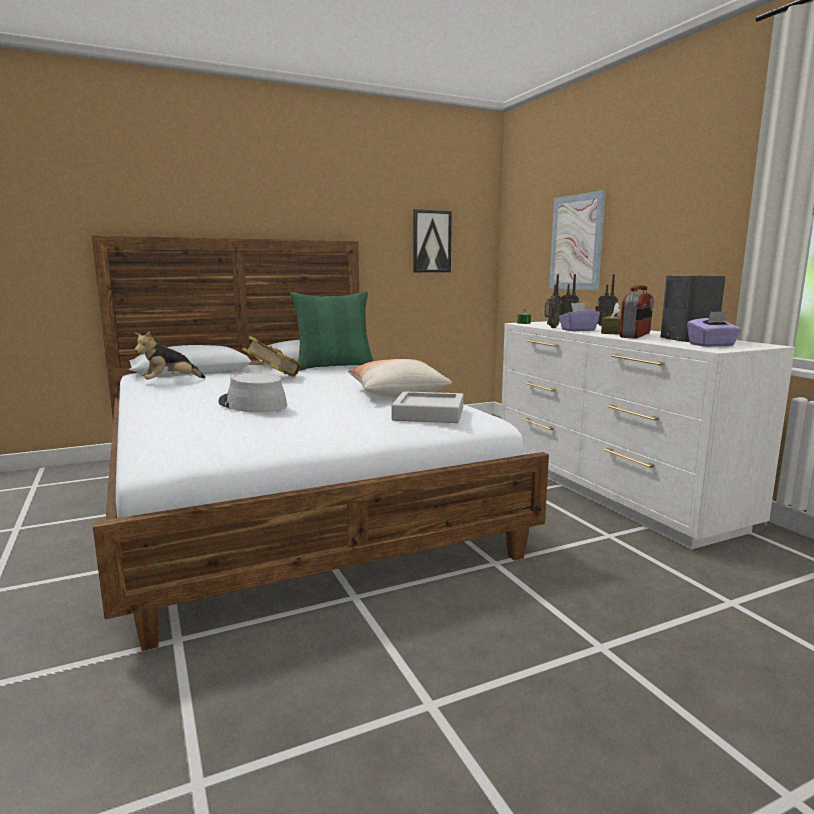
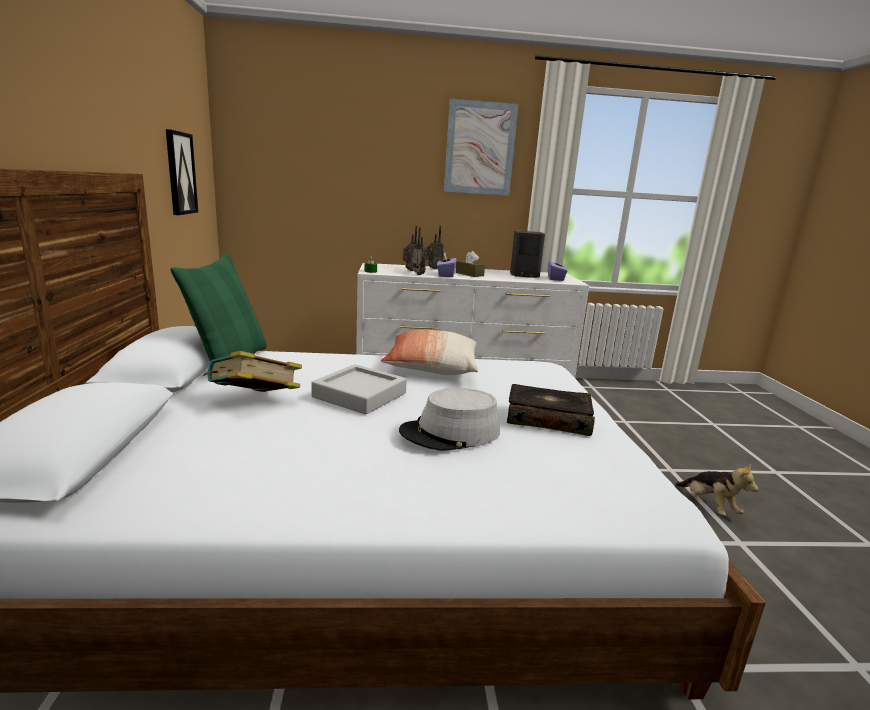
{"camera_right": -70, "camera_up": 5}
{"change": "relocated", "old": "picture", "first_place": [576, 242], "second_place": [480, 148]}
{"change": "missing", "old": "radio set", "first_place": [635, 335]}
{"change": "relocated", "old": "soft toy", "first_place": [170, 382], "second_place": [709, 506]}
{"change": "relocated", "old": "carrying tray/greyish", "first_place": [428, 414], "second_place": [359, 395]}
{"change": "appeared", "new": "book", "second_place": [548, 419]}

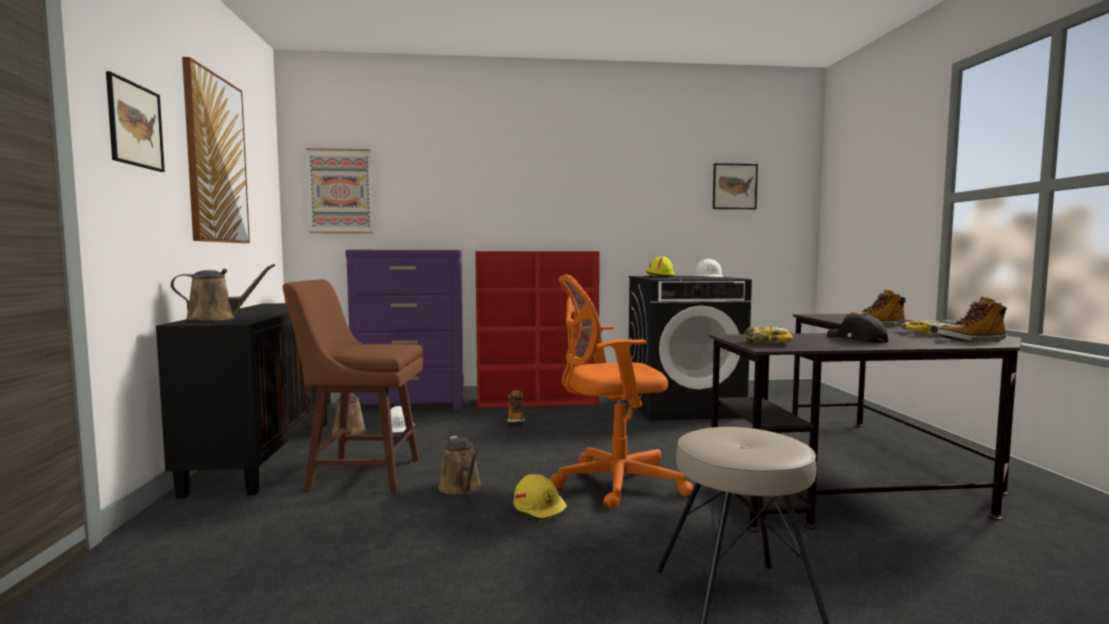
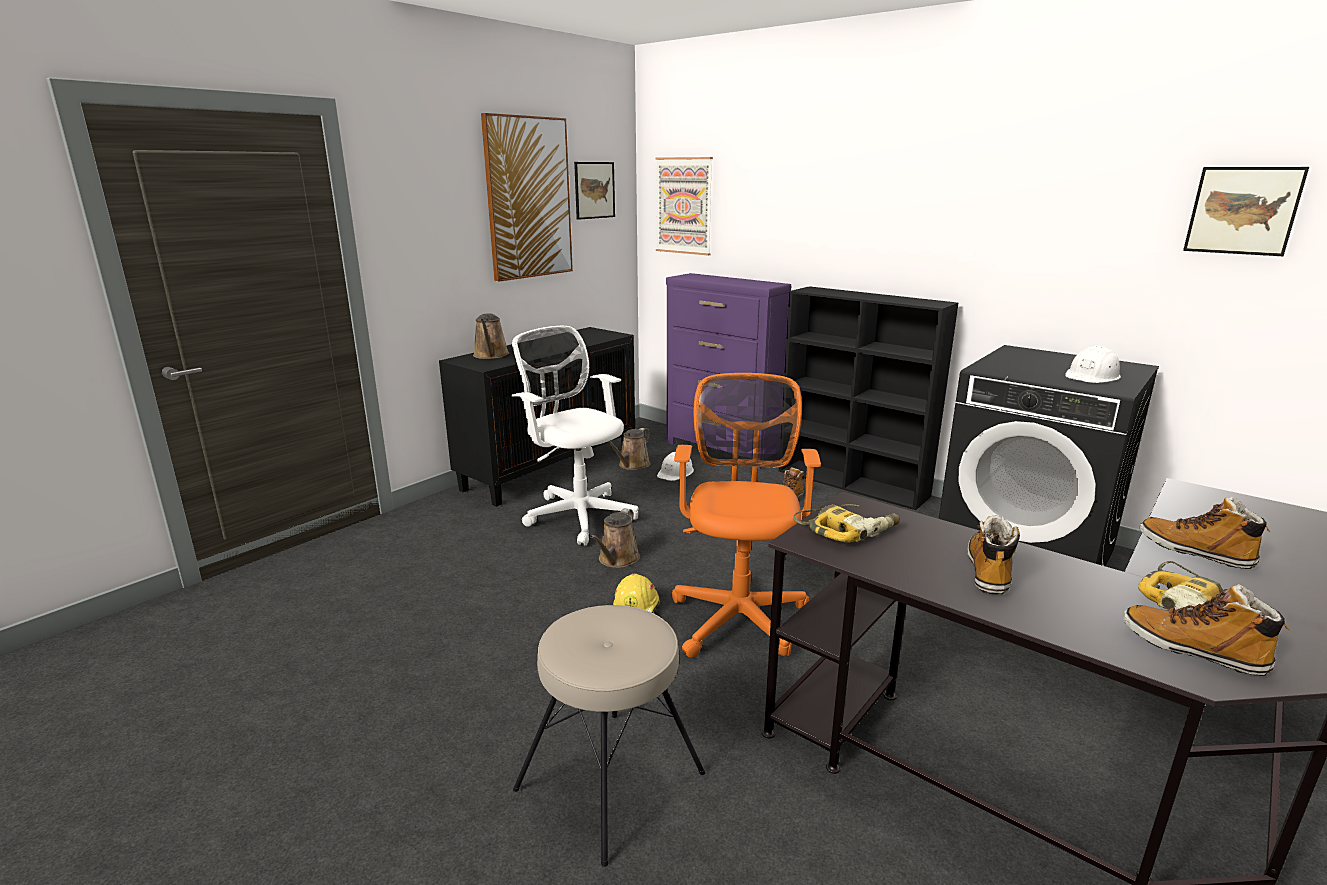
{"camera_right": 45, "camera_up": 15}
{"change": "relocated", "old": "picture", "first_place": [135, 125], "second_place": [594, 190]}
{"change": "colour", "old": "bookshelf/reddish", "new": "bookshelf/black", "first_place": [538, 402], "second_place": [853, 483]}
{"change": "missing", "old": "work helmet/yellow-coloured", "first_place": [659, 276]}
{"change": "spun", "old": "watering can/brownish", "first_place": [217, 318], "second_place": [491, 355], "degrees": 60}
{"change": "spun", "old": "office chair/orange", "first_place": [612, 483], "second_place": [739, 614], "degrees": 60}
{"change": "exchanged", "old": "stool/brownish", "new": "office chair/whitish", "first_place": [362, 473], "second_place": [578, 514]}
{"change": "exchanged", "old": "baseball cap/black", "new": "high-top boot", "first_place": [856, 340], "second_place": [989, 571]}

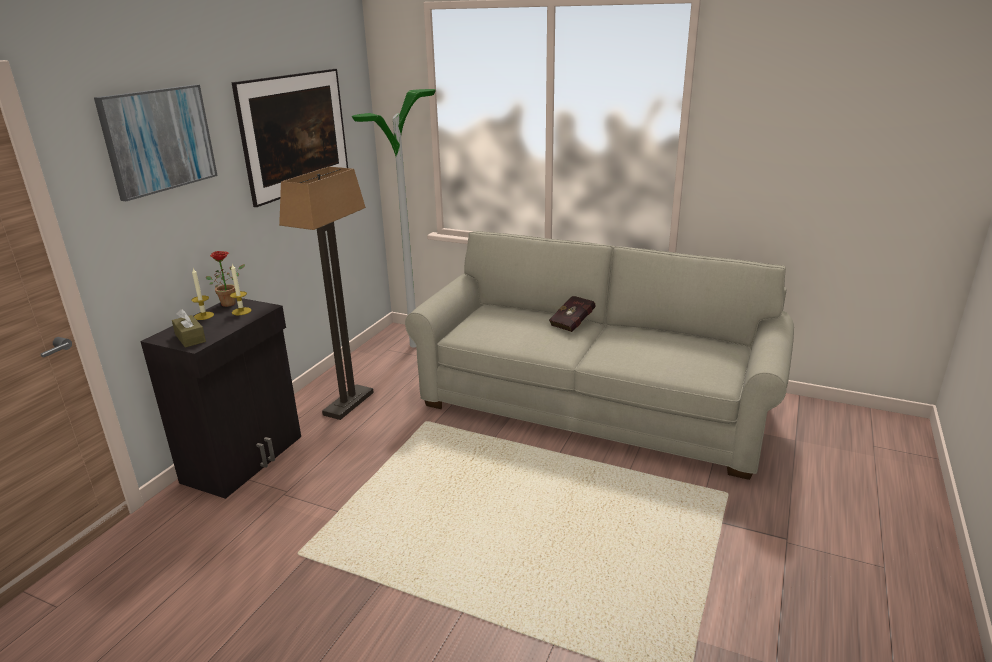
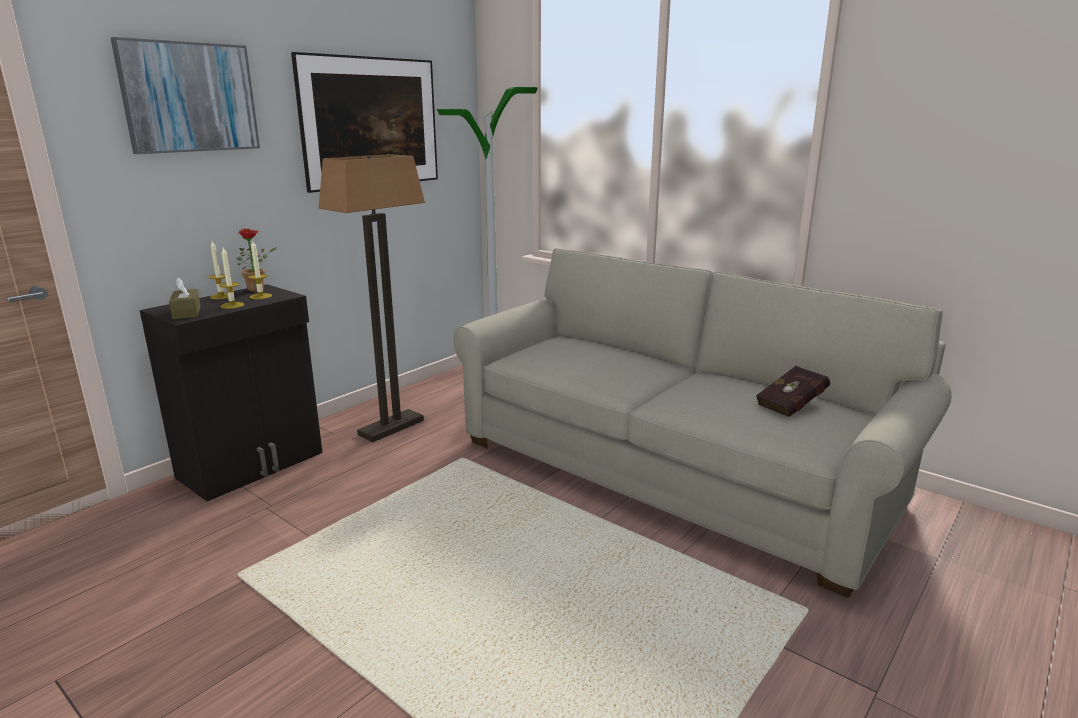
{"camera_right": 15, "camera_up": -5}
{"change": "relocated", "old": "book/reddish", "first_place": [574, 323], "second_place": [793, 406]}
{"change": "appeared", "new": "wax light", "second_place": [232, 305]}

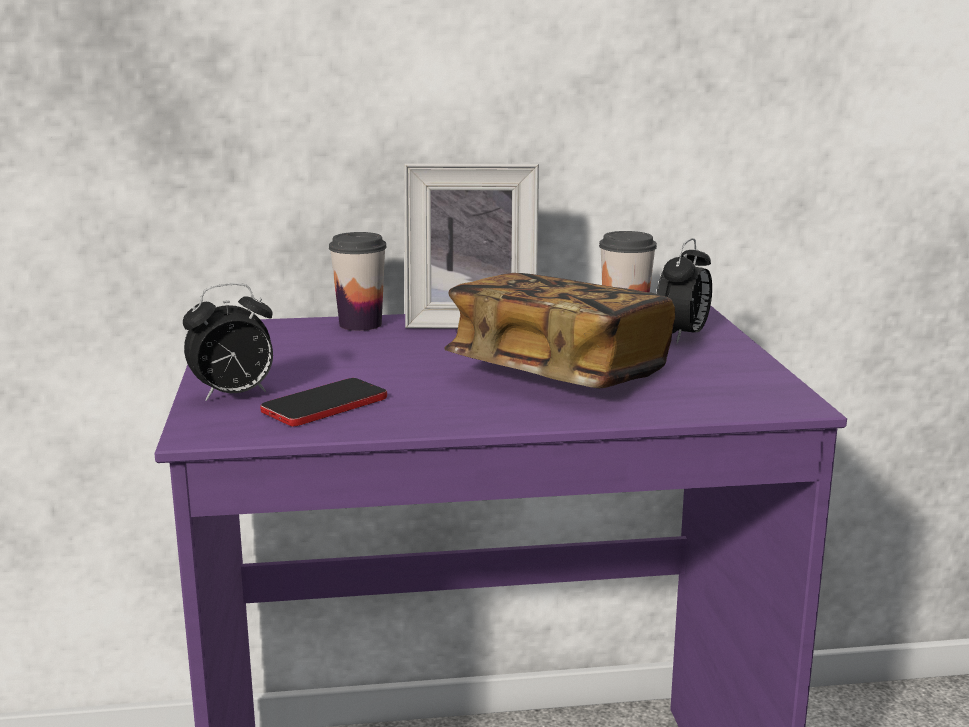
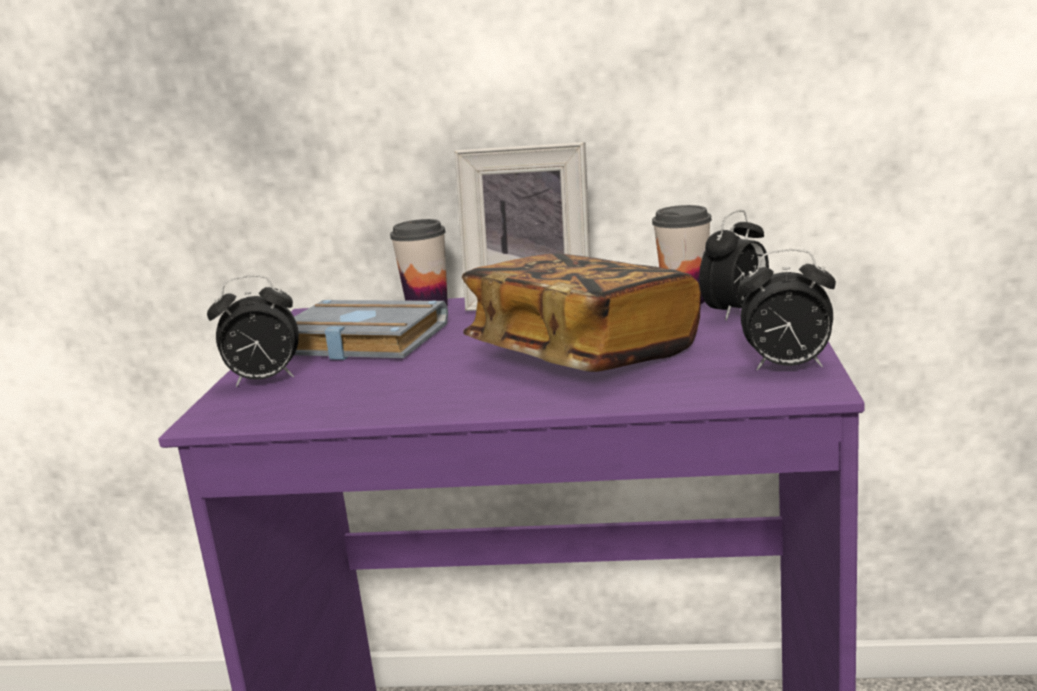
{"camera_right": 15, "camera_up": 0}
{"change": "missing", "old": "phone", "first_place": [325, 405]}
{"change": "appeared", "new": "bedside clock", "second_place": [787, 367]}
{"change": "appeared", "new": "book/greyish", "second_place": [358, 342]}

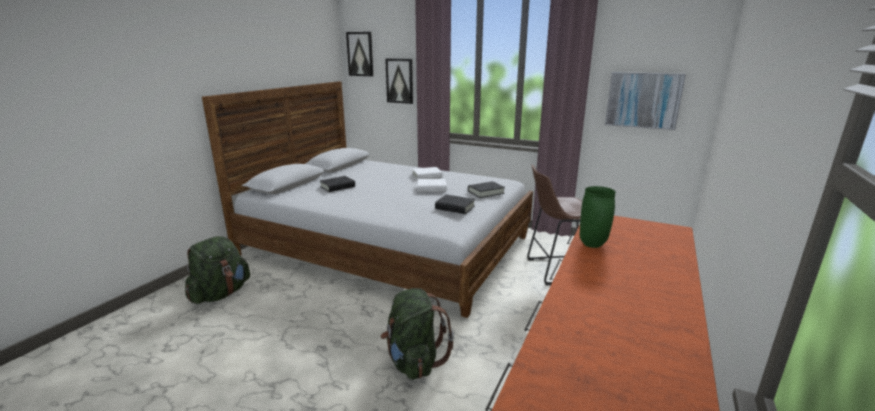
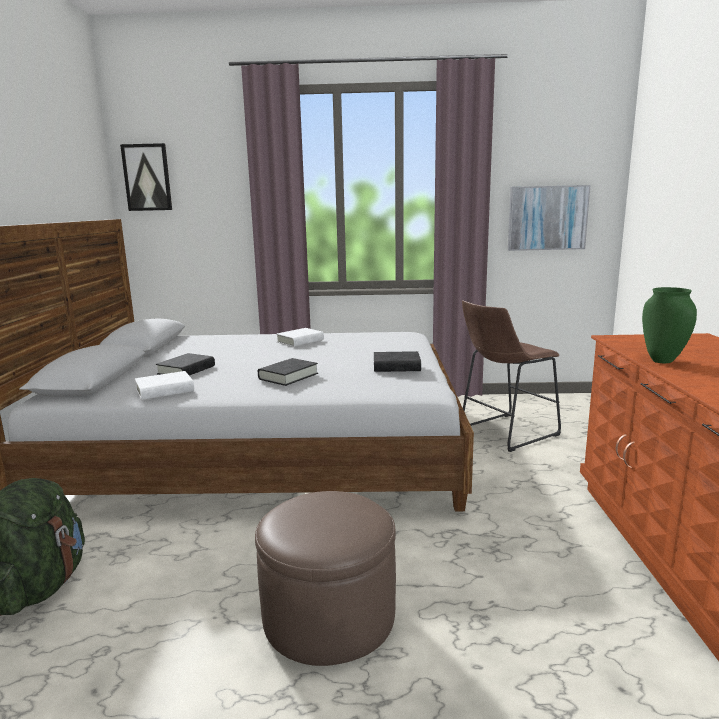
{"camera_right": -25, "camera_up": -5}
{"change": "missing", "old": "picture", "first_place": [399, 81]}
{"change": "relocated", "old": "book/whitish", "first_place": [431, 188], "second_place": [165, 391]}
{"change": "relocated", "old": "book/black", "first_place": [486, 192], "second_place": [288, 376]}
{"change": "missing", "old": "rucksack/green-coloured", "first_place": [414, 361]}
{"change": "appeared", "new": "ottoman/brownish", "second_place": [329, 615]}

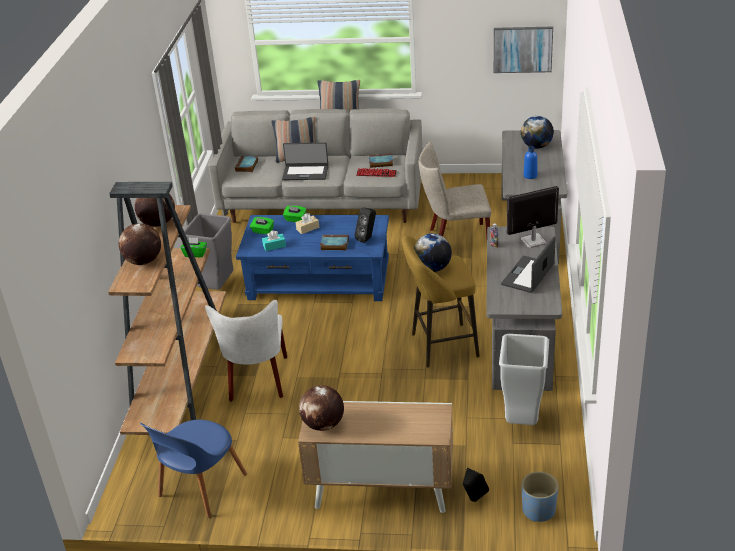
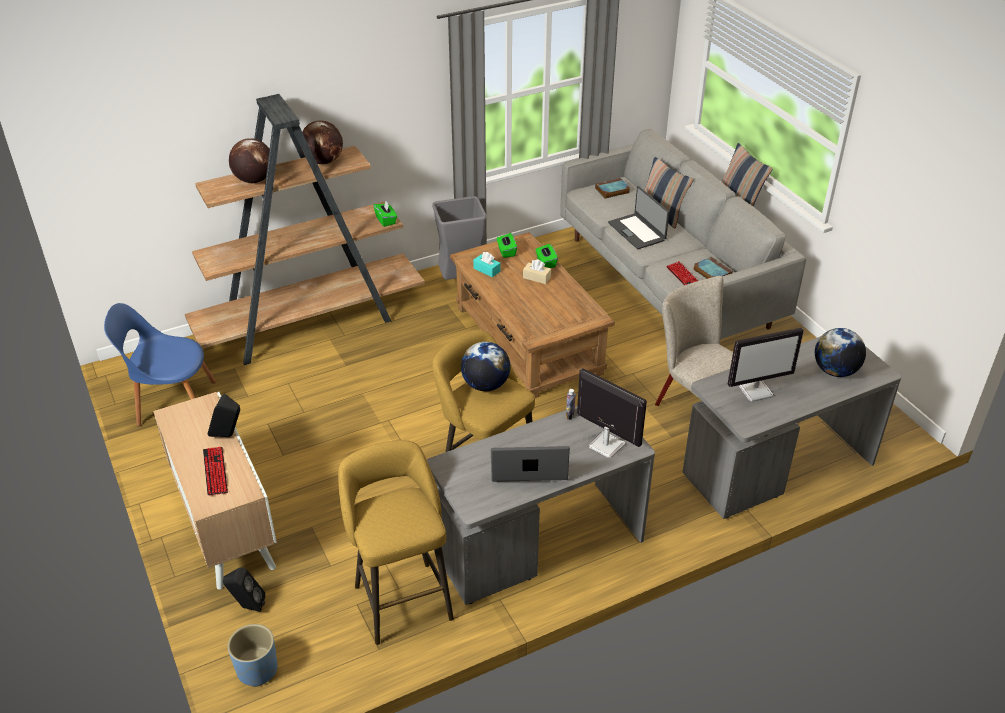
{"camera_right": 55, "camera_up": 5}
{"change": "missing", "old": "picture", "first_place": [522, 49]}
{"change": "exchanged", "old": "drink bottle/blue-coloured", "new": "computer screen", "first_place": [530, 176], "second_place": [756, 390]}
{"change": "relocated", "old": "speaker/black", "first_place": [367, 239], "second_place": [228, 436]}
{"change": "colour", "old": "coffee table/blue-coloured", "new": "coffee table/brownish", "first_place": [319, 280], "second_place": [528, 340]}
{"change": "missing", "old": "book", "first_place": [334, 245]}
{"change": "missing", "old": "upright chair/whitish", "first_place": [257, 382]}
{"change": "exchanged", "old": "waste bin/greyish", "new": "stool/yellow-coloured", "first_place": [522, 419], "second_place": [401, 597]}
{"change": "missing", "old": "desk globe", "first_place": [323, 425]}
{"change": "appeared", "new": "PC keyboard", "second_place": [215, 471]}

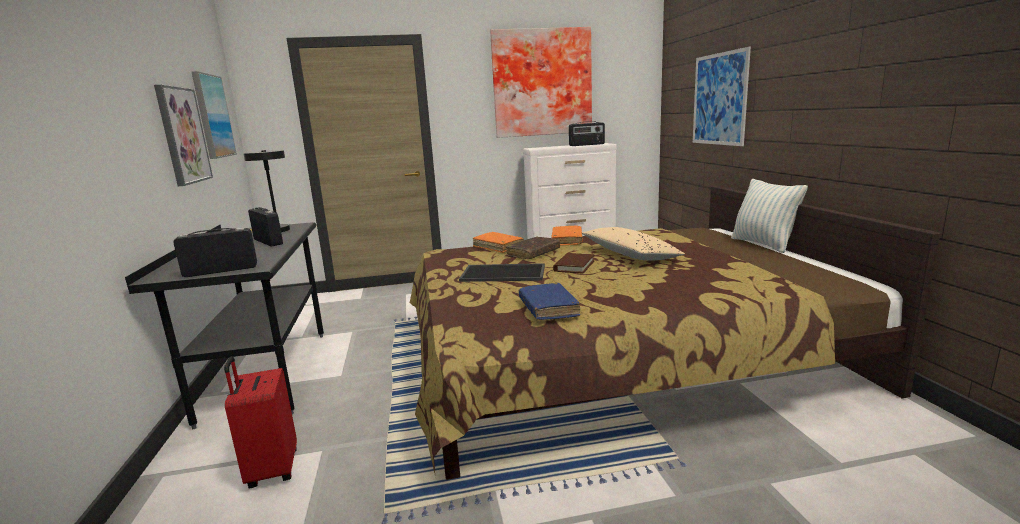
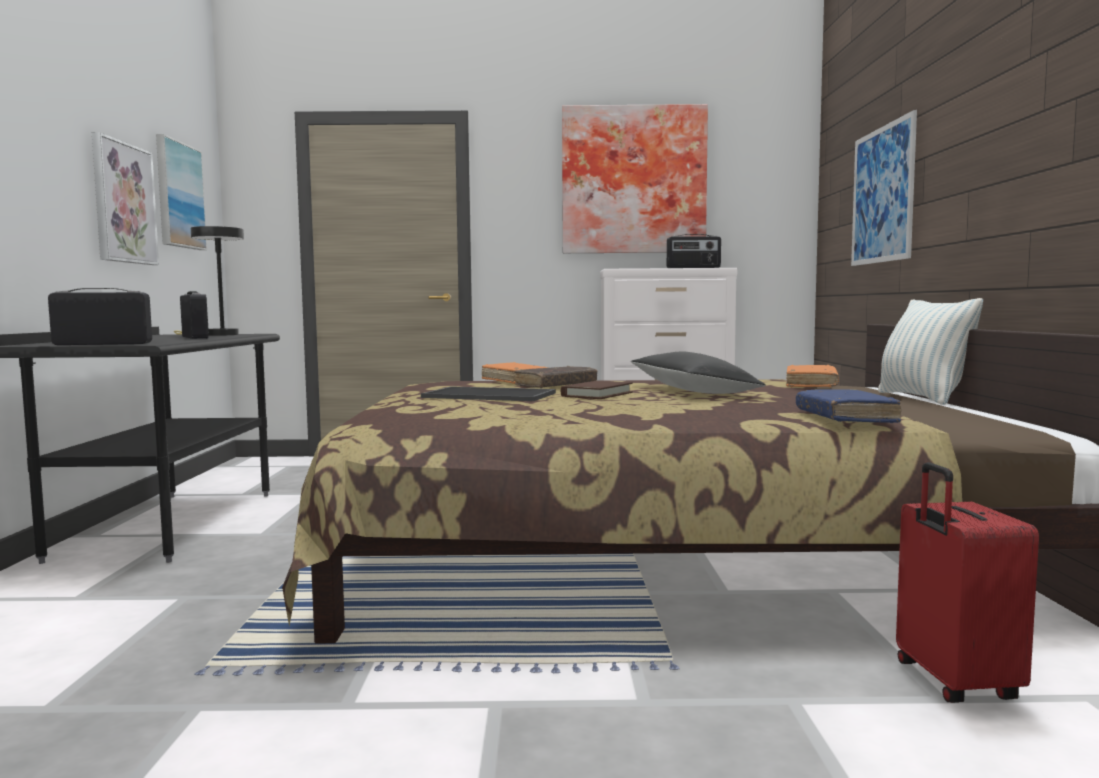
{"camera_right": 10, "camera_up": -10}
{"change": "relocated", "old": "book/orange", "first_place": [567, 240], "second_place": [811, 384]}
{"change": "colour", "old": "cushion/beige-coloured", "new": "cushion/black", "first_place": [629, 255], "second_place": [692, 391]}
{"change": "relocated", "old": "book/blue-coloured", "first_place": [548, 308], "second_place": [845, 417]}
{"change": "relocated", "old": "suitcase/reddish", "first_place": [271, 470], "second_place": [953, 682]}

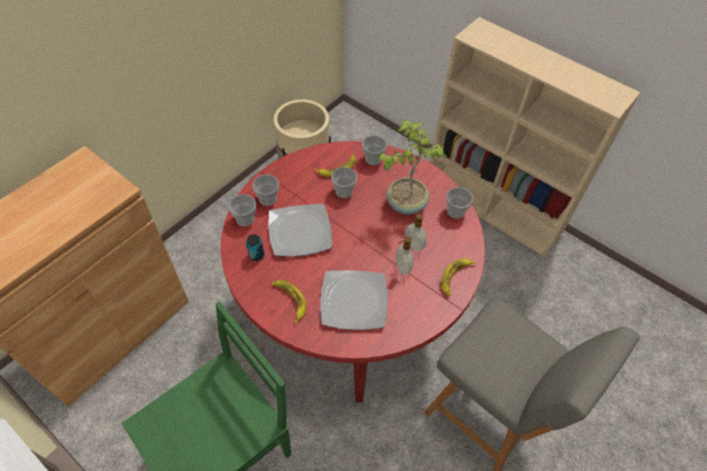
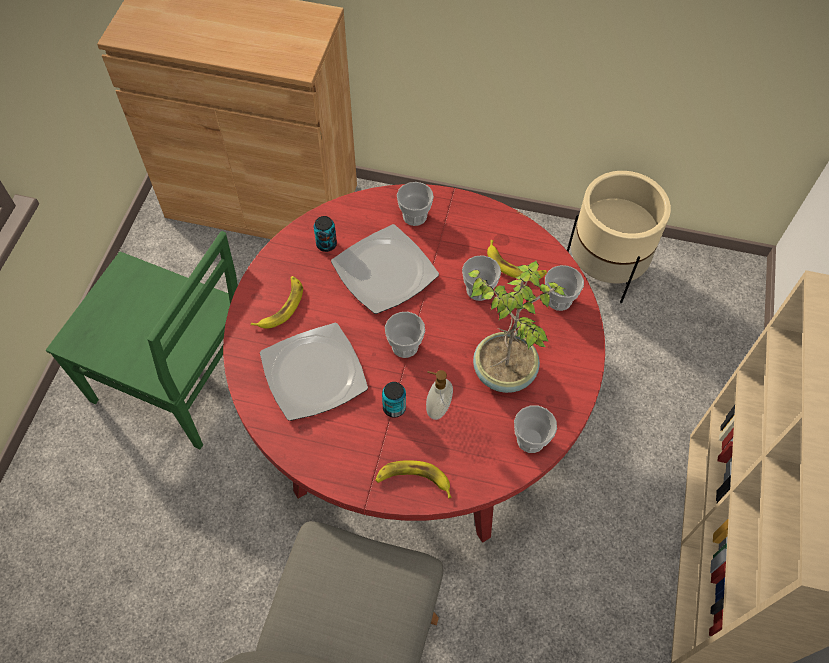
{"camera_right": 65, "camera_up": 5}
{"change": "relocated", "old": "drinking cup", "first_place": [245, 219], "second_place": [405, 346]}
{"change": "exchanged", "old": "soap dispenser", "new": "can", "first_place": [402, 267], "second_place": [394, 408]}

